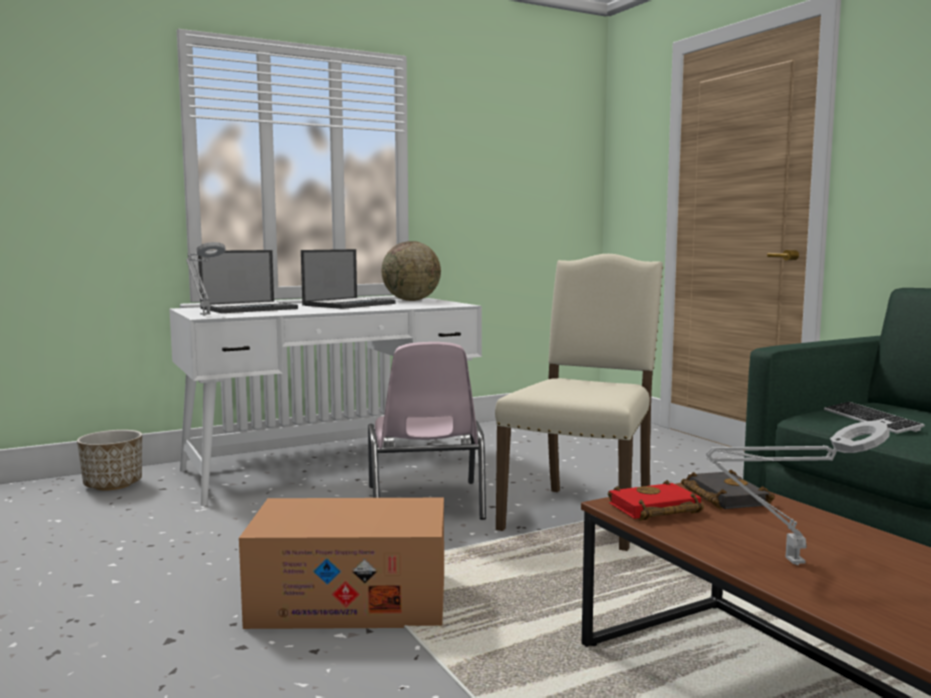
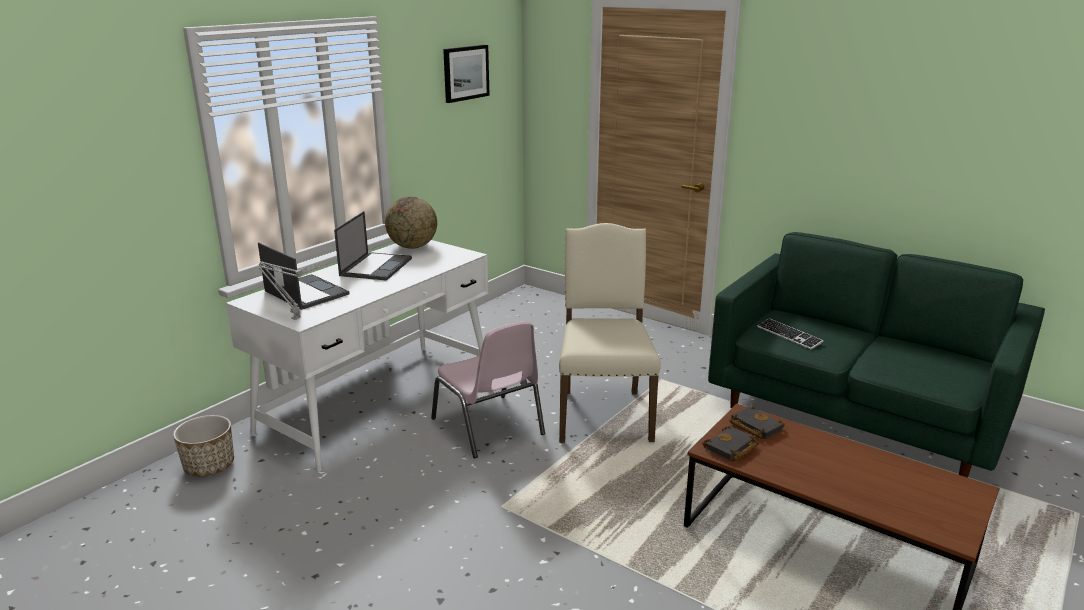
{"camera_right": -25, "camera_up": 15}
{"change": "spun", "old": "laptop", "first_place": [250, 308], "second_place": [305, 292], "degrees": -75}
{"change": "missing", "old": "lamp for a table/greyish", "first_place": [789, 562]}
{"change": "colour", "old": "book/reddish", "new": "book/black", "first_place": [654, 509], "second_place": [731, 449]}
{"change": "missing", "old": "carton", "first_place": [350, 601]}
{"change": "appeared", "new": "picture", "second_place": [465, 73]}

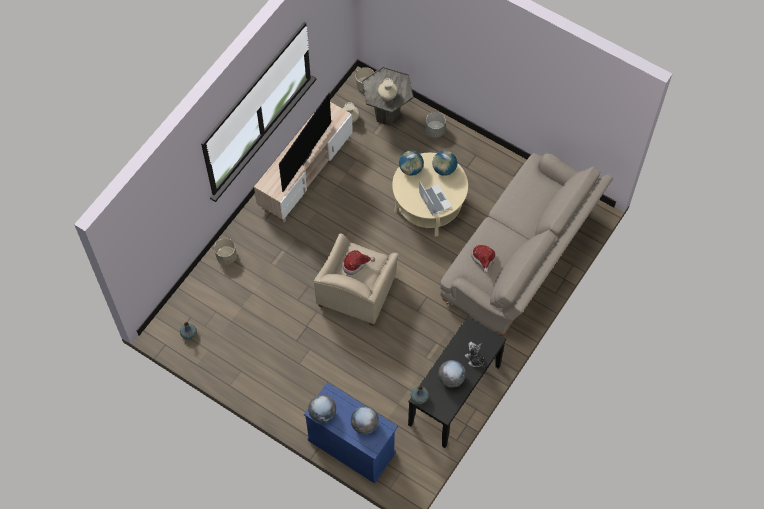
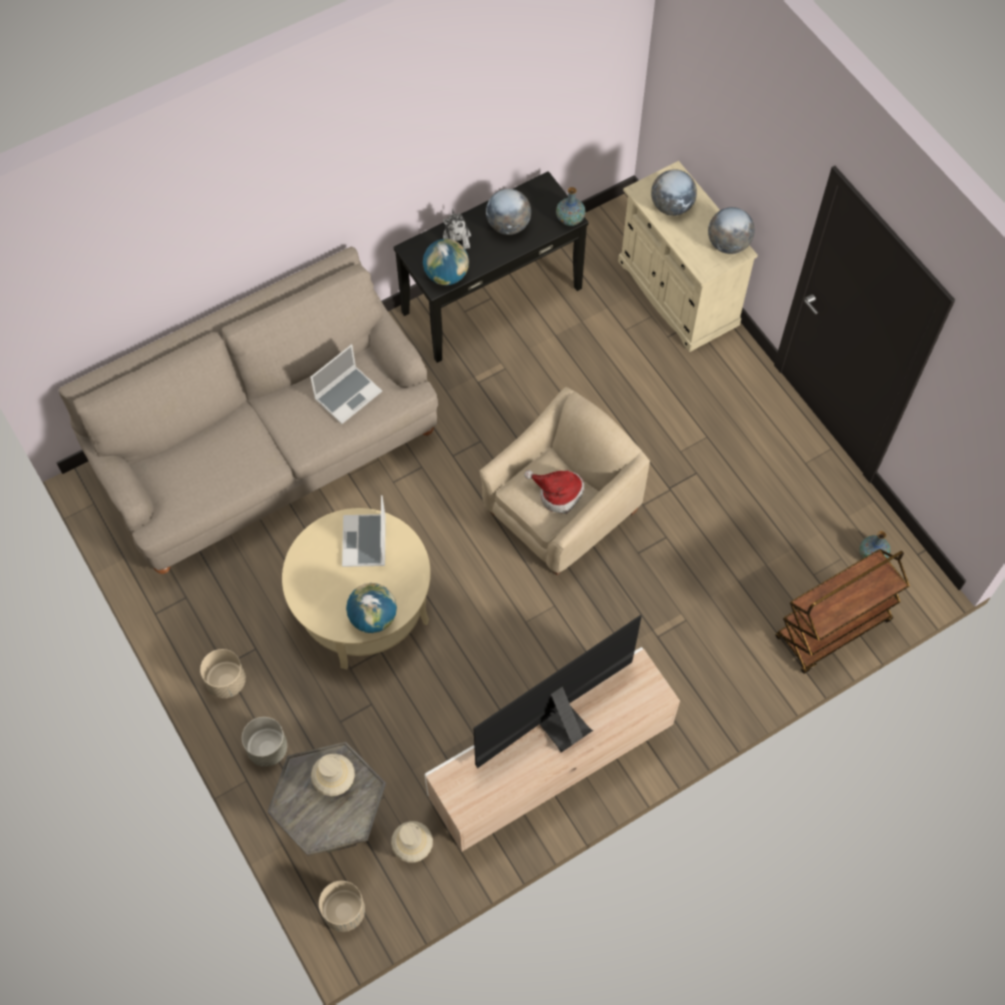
{"camera_right": -155, "camera_up": 0}
{"change": "relocated", "old": "desk globe", "first_place": [444, 169], "second_place": [446, 275]}
{"change": "relocated", "old": "plant pot/beige-coloured", "first_place": [226, 256], "second_place": [226, 681]}
{"change": "exchanged", "old": "wearable hat", "new": "laptop", "first_place": [483, 259], "second_place": [348, 394]}
{"change": "colour", "old": "storage cabinet/blue-coloured", "new": "storage cabinet/beige-coloured", "first_place": [352, 446], "second_place": [677, 293]}
{"change": "appeared", "new": "wheeled cart/brownish", "second_place": [832, 630]}

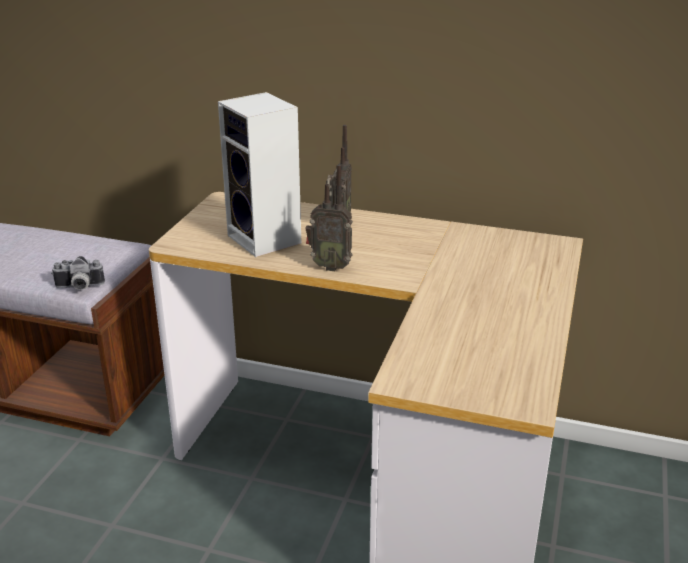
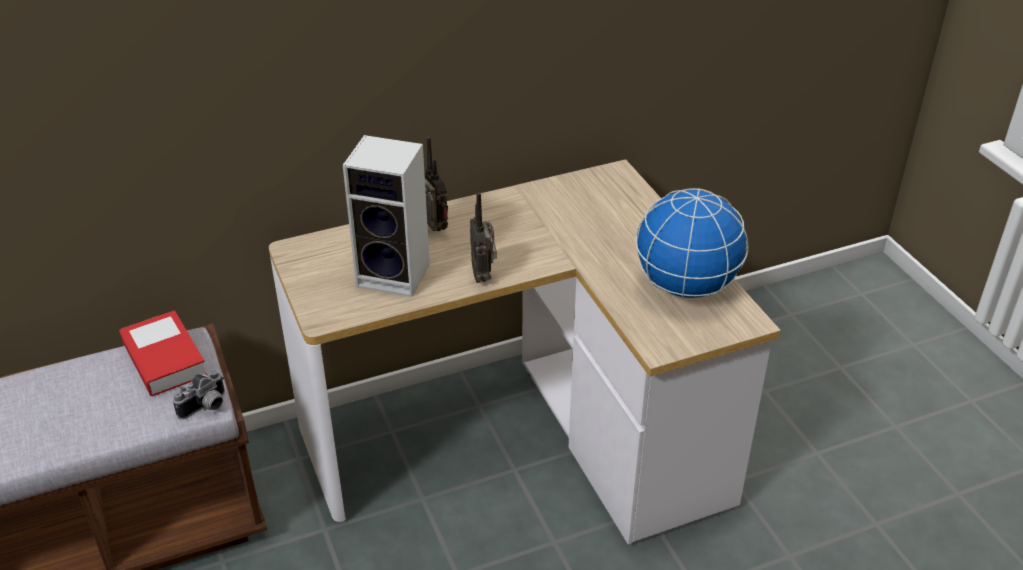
{"camera_right": -40, "camera_up": 10}
{"change": "spun", "old": "radio set", "first_place": [330, 266], "second_place": [483, 276], "degrees": 105}
{"change": "appeared", "new": "desk globe", "second_place": [686, 287]}
{"change": "appeared", "new": "book", "second_place": [164, 359]}

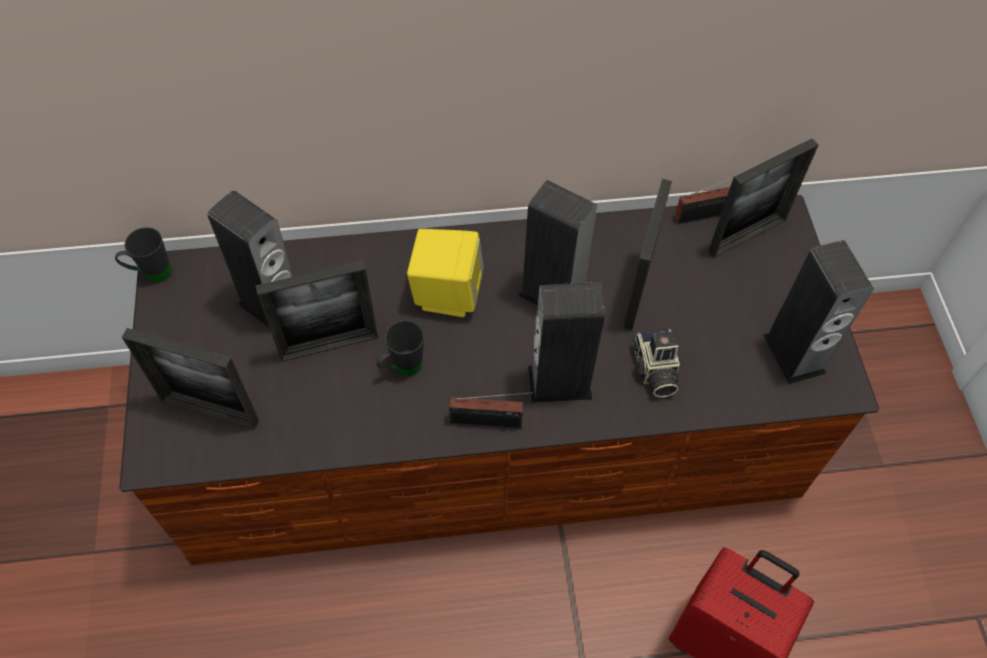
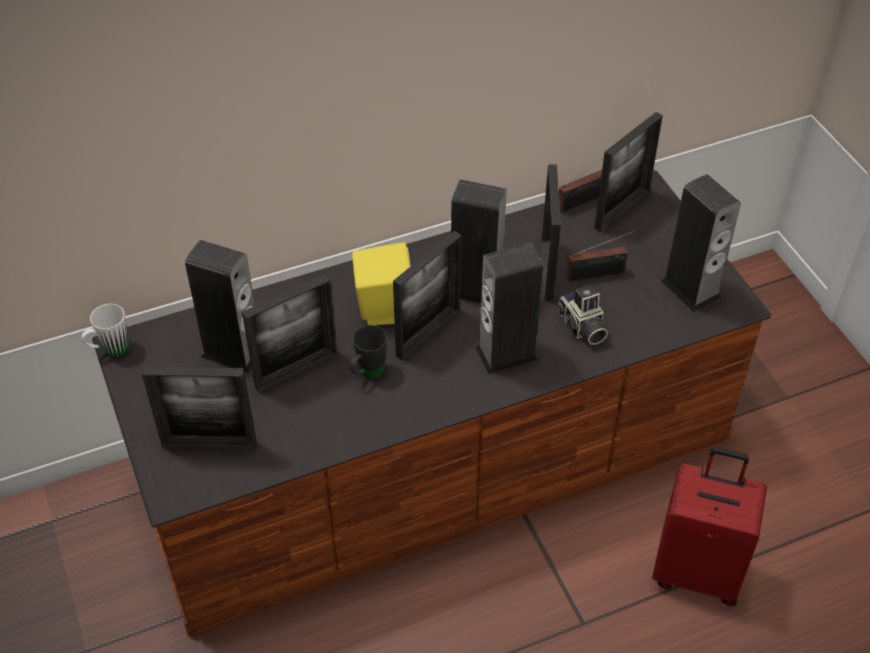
{"camera_right": -15, "camera_up": -10}
{"change": "colour", "old": "mug/black", "new": "mug/whitish", "first_place": [151, 273], "second_place": [110, 350]}
{"change": "relocated", "old": "radio set", "first_place": [490, 422], "second_place": [598, 274]}
{"change": "appeared", "new": "standing frame", "second_place": [428, 333]}

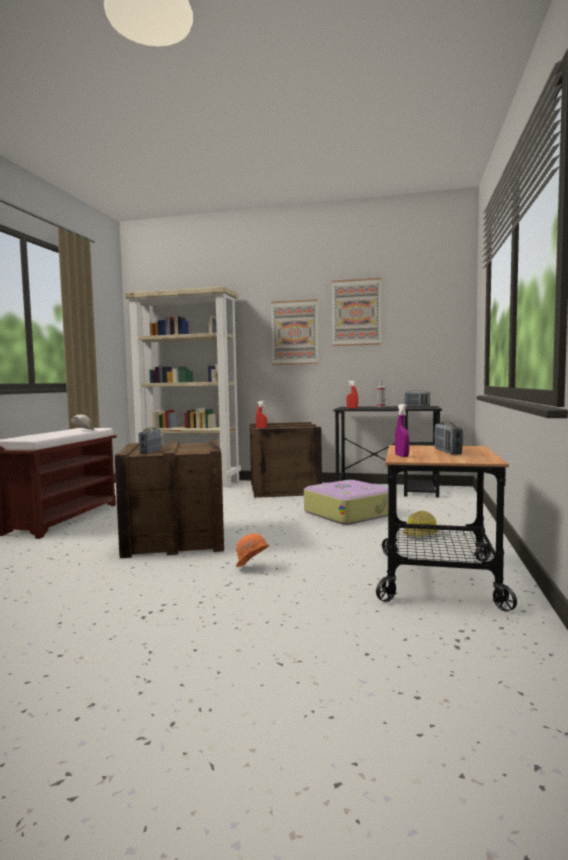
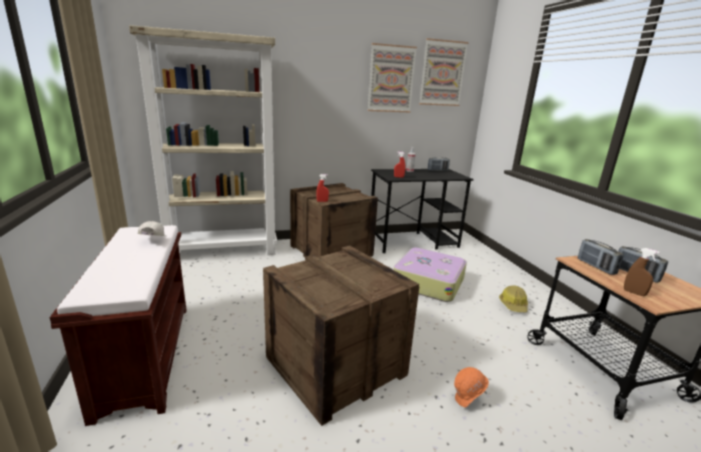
{"camera_right": -30, "camera_up": 15}
{"change": "relocated", "old": "picture", "first_place": [294, 332], "second_place": [442, 73]}
{"change": "colour", "old": "sprayer/purplish", "new": "sprayer/brownish", "first_place": [402, 456], "second_place": [634, 293]}
{"change": "relocated", "old": "radio set", "first_place": [150, 452], "second_place": [596, 267]}

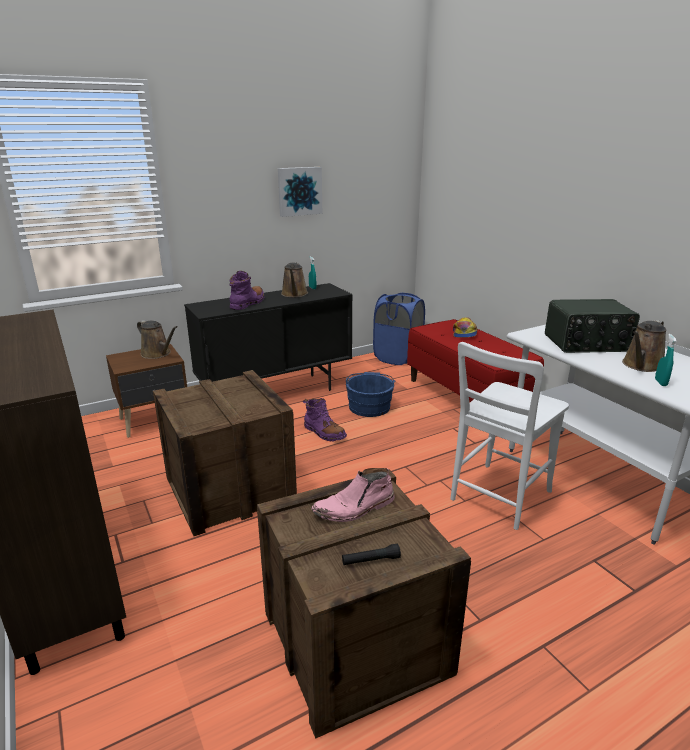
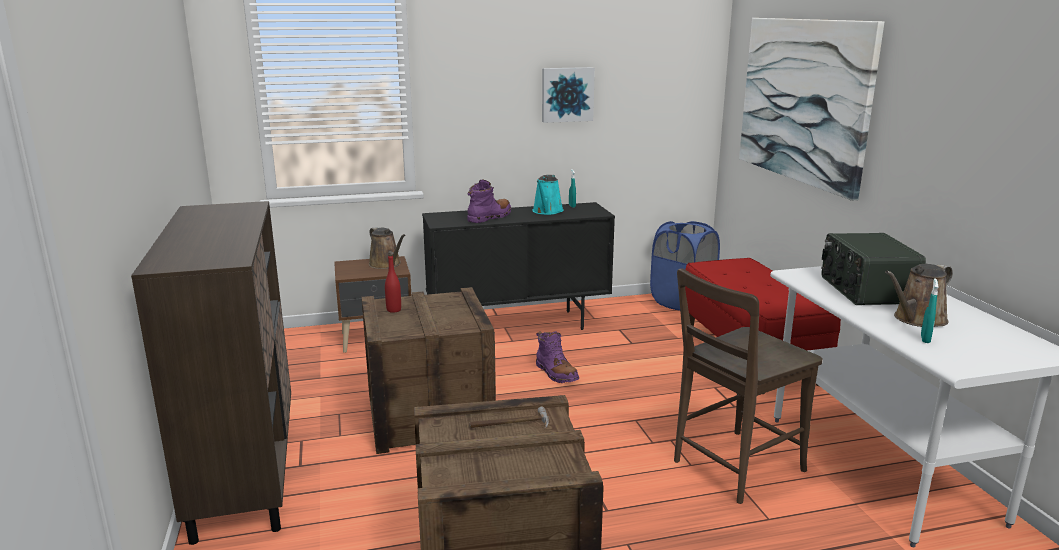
{"camera_right": 15, "camera_up": -5}
{"change": "colour", "old": "watering can/brownish", "new": "watering can/blue-green", "first_place": [294, 294], "second_place": [547, 211]}
{"change": "spun", "old": "radio set", "first_place": [587, 344], "second_place": [865, 290], "degrees": 75}
{"change": "missing", "old": "baseball cap", "first_place": [464, 333]}
{"change": "colour", "old": "upright chair/whitish", "new": "upright chair/brownish", "first_place": [497, 498], "second_place": [733, 468]}
{"change": "missing", "old": "bucket/blue-coloured", "first_place": [369, 406]}
{"change": "exchanged", "old": "high-top boot/pink-coloured", "new": "tool hammer", "first_place": [354, 508], "second_place": [509, 424]}
{"change": "missing", "old": "torch/black", "first_place": [371, 560]}
{"change": "appeared", "new": "picture", "second_place": [803, 101]}
{"change": "appeared", "new": "drink bottle/reddish", "second_place": [394, 310]}

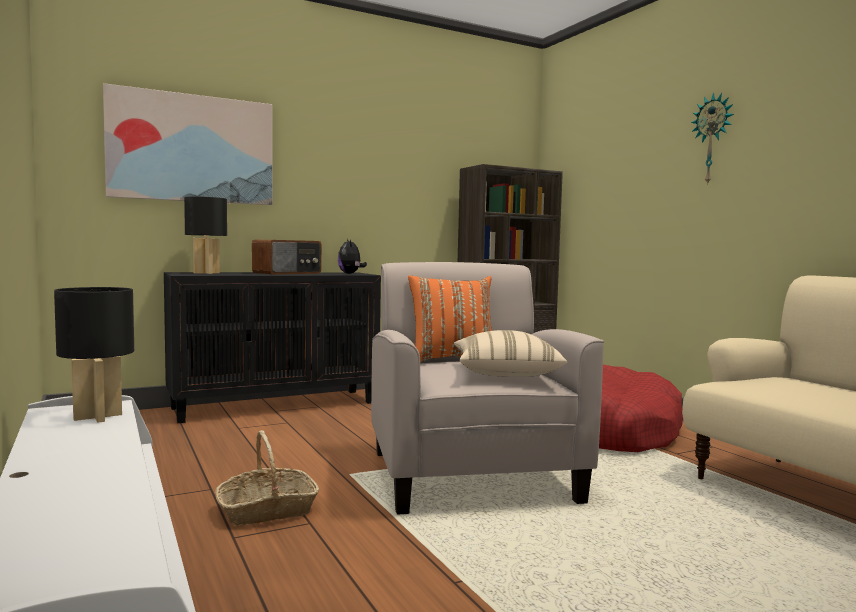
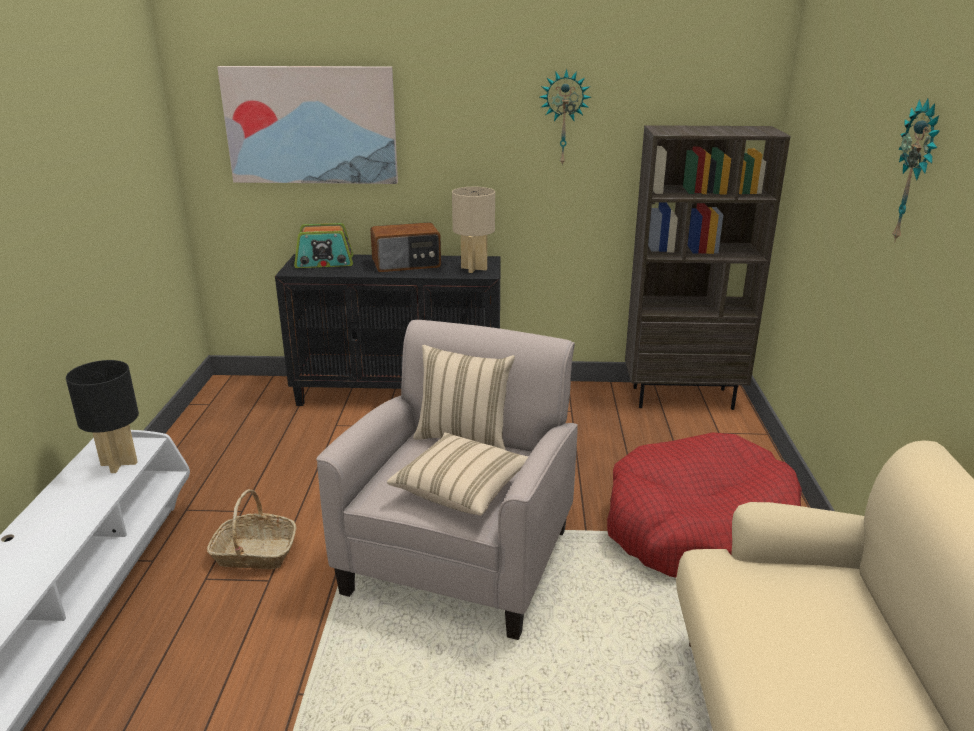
{"camera_right": 30, "camera_up": 20}
{"change": "exchanged", "old": "lamp for a table/black", "new": "radio set", "first_place": [207, 273], "second_place": [324, 262]}
{"change": "exchanged", "old": "soft toy", "new": "lamp for a table/beige-coloured", "first_place": [350, 273], "second_place": [474, 269]}
{"change": "colour", "old": "cushion/orange", "new": "cushion/beige-coloured", "first_place": [451, 359], "second_place": [464, 437]}
{"change": "appeared", "new": "hanging clock", "second_place": [564, 118]}

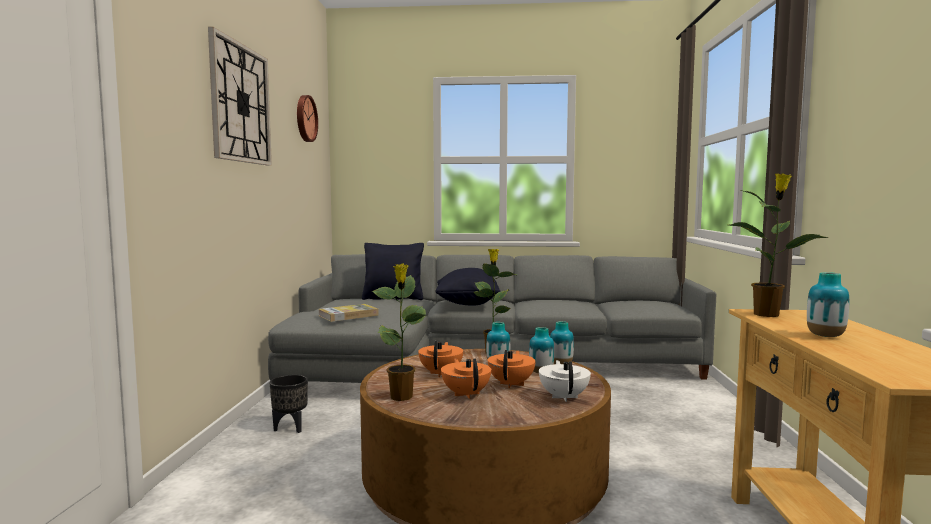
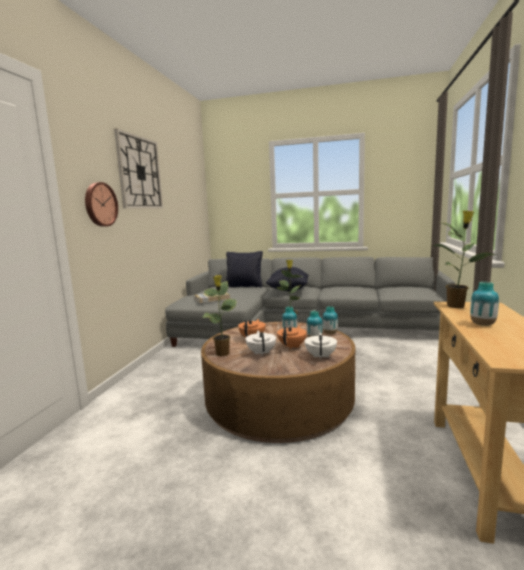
{"camera_right": 10, "camera_up": 5}
{"change": "relocated", "old": "hanging clock", "first_place": [305, 118], "second_place": [100, 204]}
{"change": "colour", "old": "tea pot/orange", "new": "tea pot/whitish", "first_place": [466, 394], "second_place": [261, 353]}
{"change": "missing", "old": "plant pot/black", "first_place": [289, 428]}

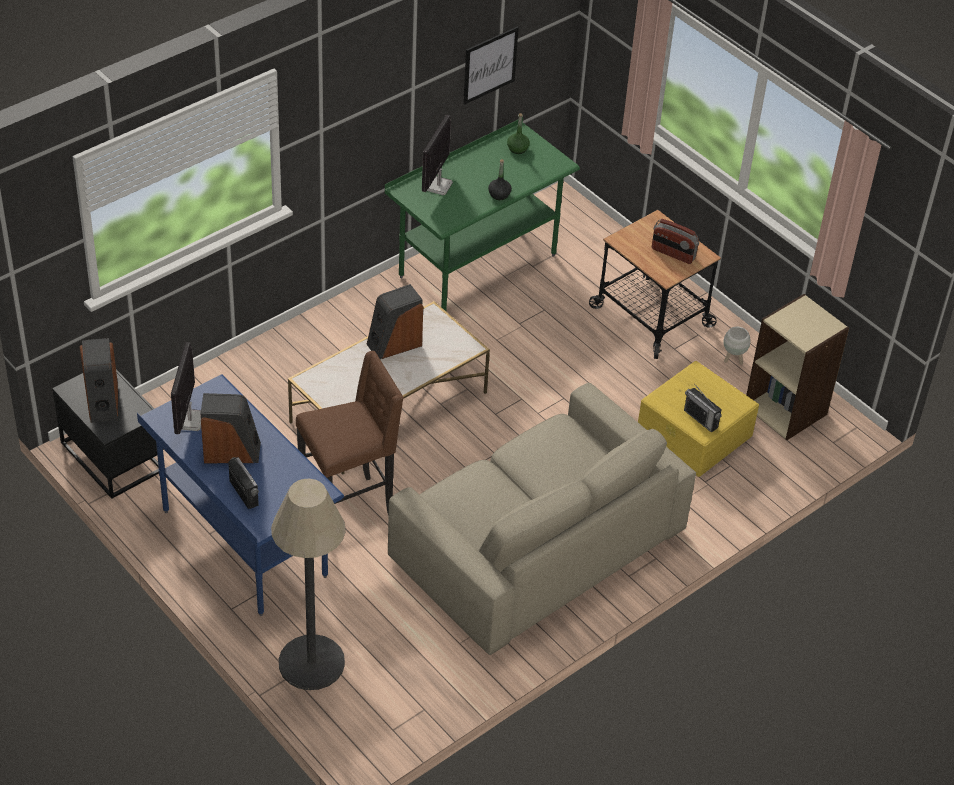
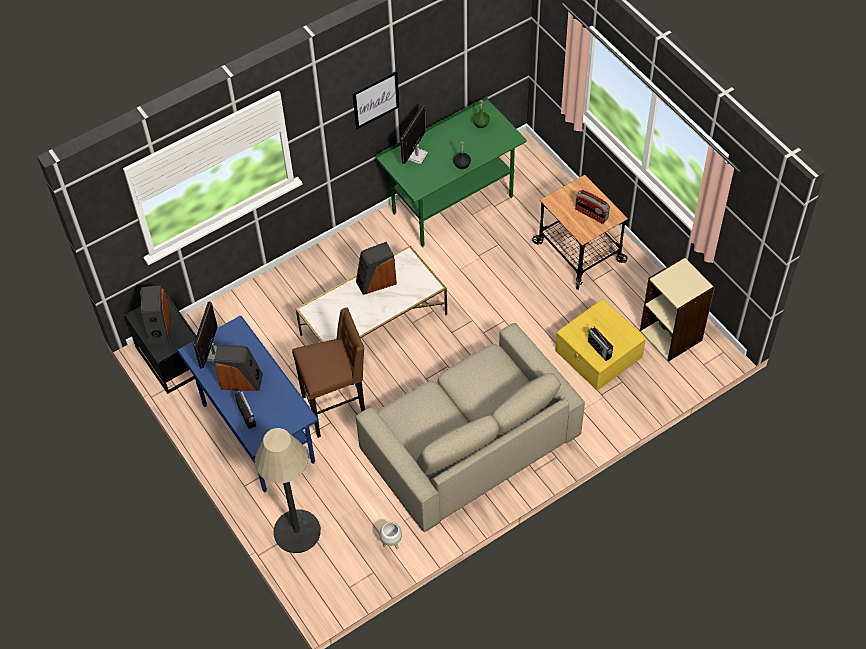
{"camera_right": 10, "camera_up": 10}
{"change": "relocated", "old": "picture", "first_place": [490, 65], "second_place": [375, 99]}
{"change": "relocated", "old": "plant pot/whitish", "first_place": [733, 360], "second_place": [391, 543]}

